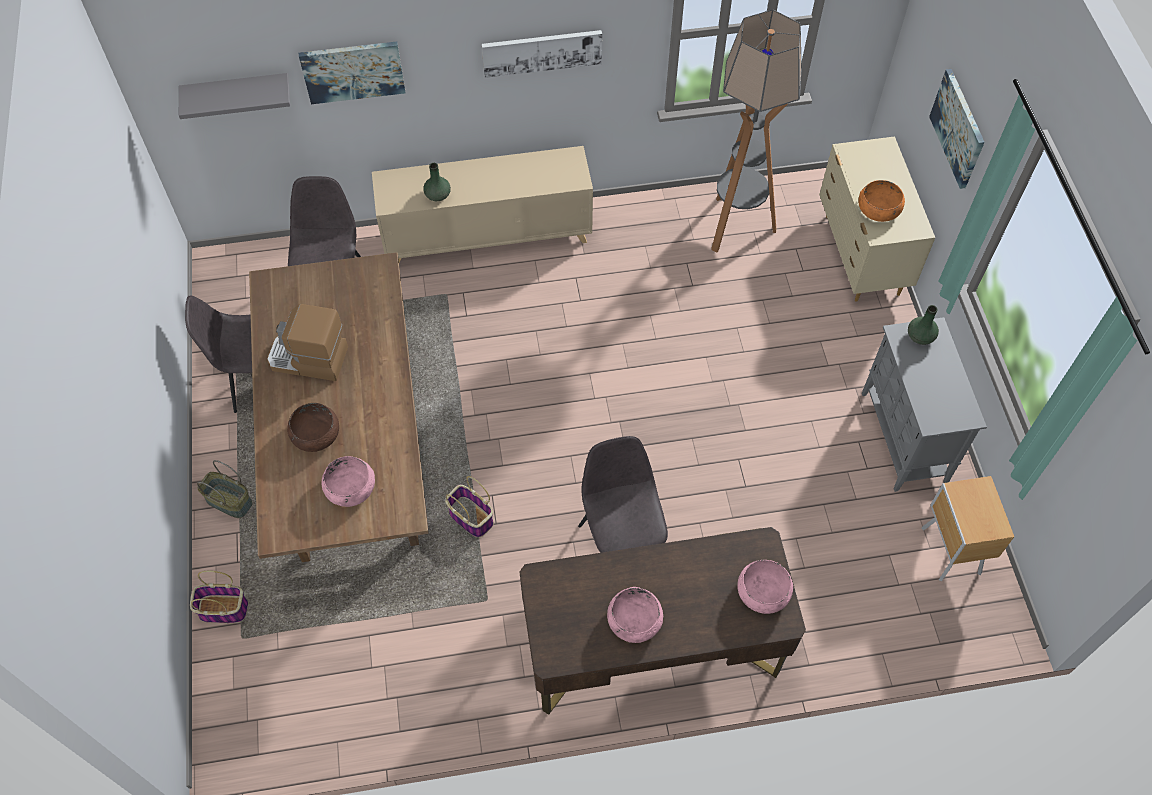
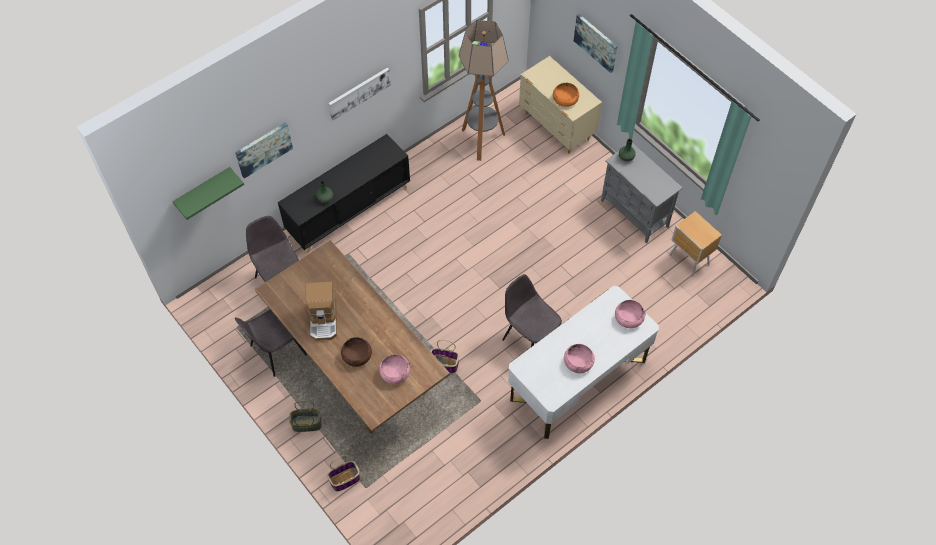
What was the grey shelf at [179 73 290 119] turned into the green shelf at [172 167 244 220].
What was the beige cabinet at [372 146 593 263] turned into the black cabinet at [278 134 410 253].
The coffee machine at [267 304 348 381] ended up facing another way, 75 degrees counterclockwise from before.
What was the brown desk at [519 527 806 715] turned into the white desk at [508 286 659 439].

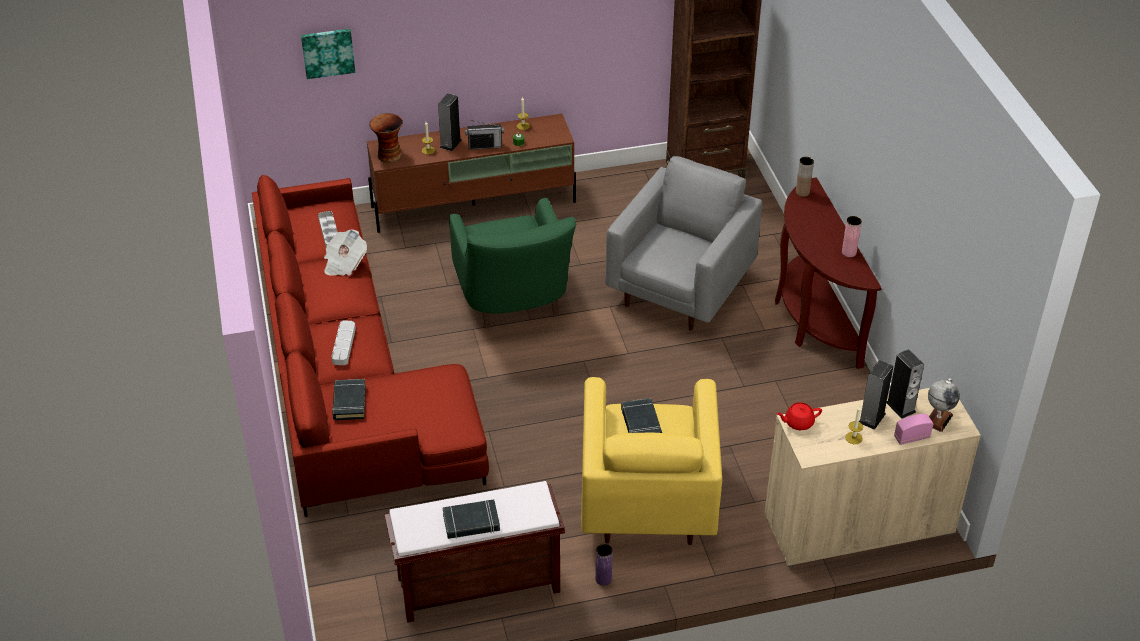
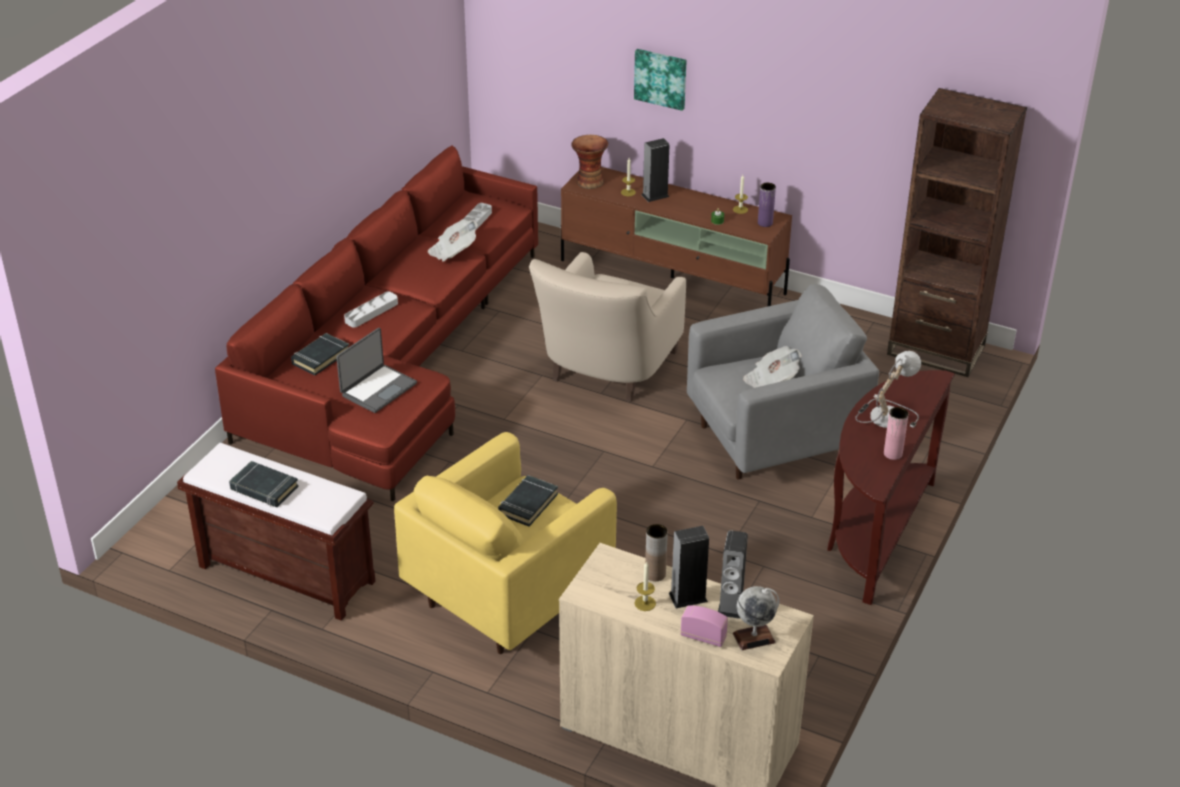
The second view gained the laptop at [336 328 417 413].
What was the green armchair at [449 198 577 329] turned into the beige armchair at [529 252 686 402].
The picture ended up elsewhere, having gone from [301 29 355 79] to [634 49 687 111].
The brown vase ended up elsewhere, having gone from [796 157 814 197] to [645 524 668 581].
The second view gained the newspaper at [743 346 802 388].
The purple vase ended up elsewhere, having gone from [595 544 613 586] to [758 183 776 227].
The second view gained the table lamp at [855 351 921 428].
The second view lost the radio at [465 120 504 150].
The second view lost the red teapot at [777 402 822 430].

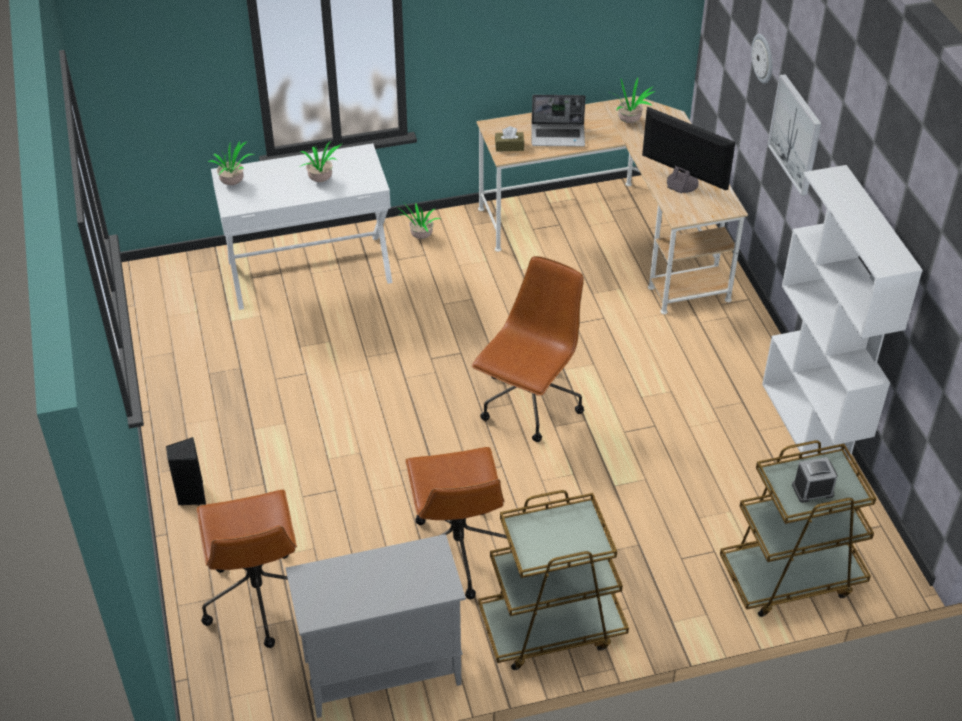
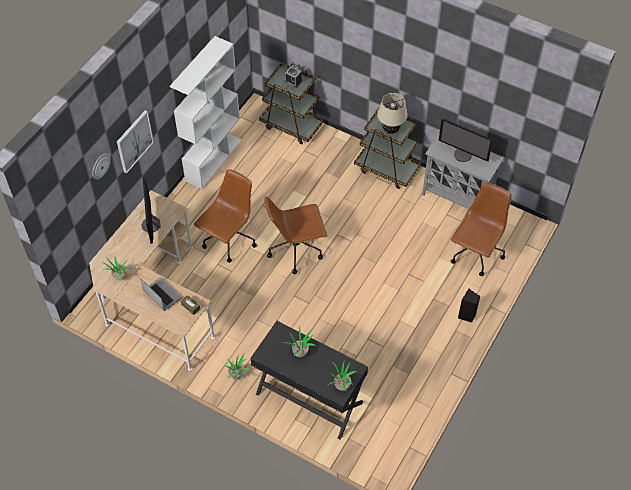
The brown office chair ended up elsewhere, having gone from [405 447 511 599] to [194 169 257 263].
What was the white desk at [211 143 393 310] turned into the black desk at [251 321 368 439].
The second view gained the beige table lamp at [377 93 408 134].
The second view gained the monitor at [438 119 493 162].

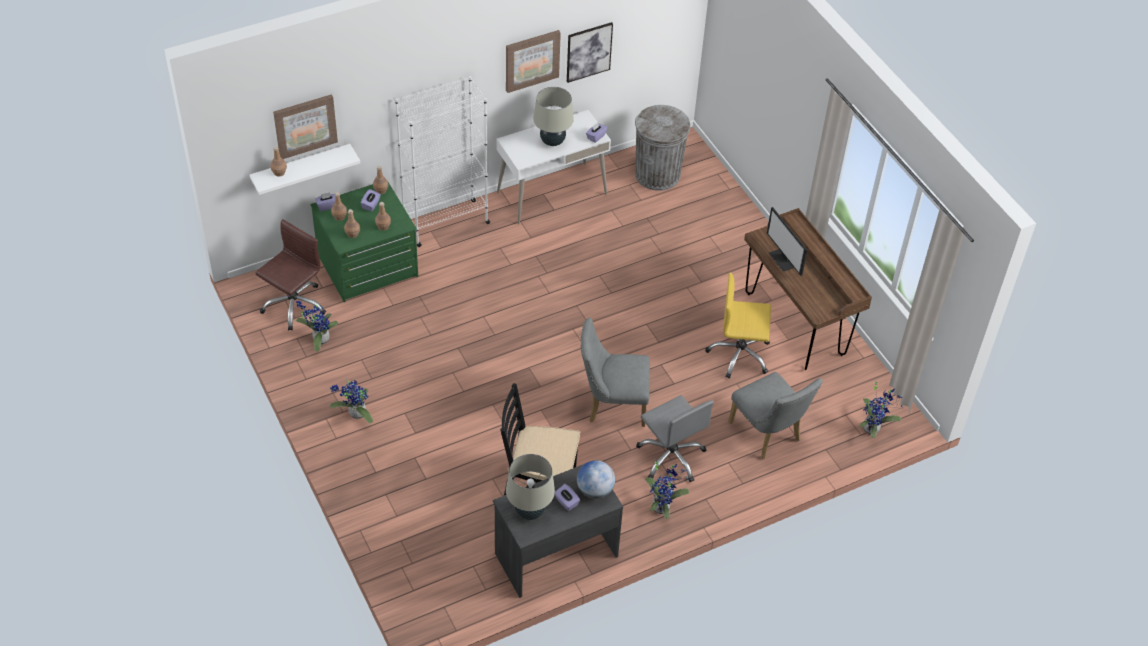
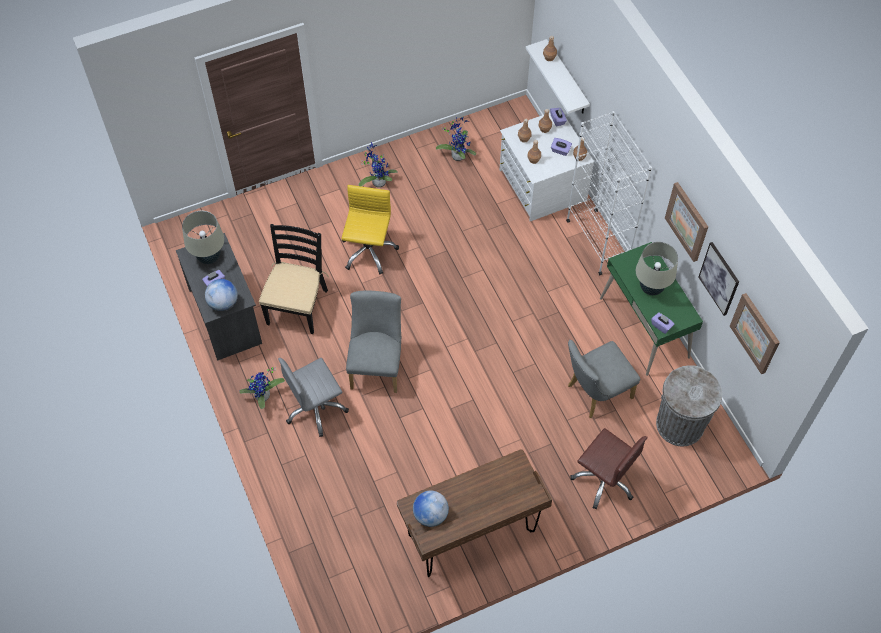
The yellow office chair ended up elsewhere, having gone from [705 273 771 379] to [341 185 399 274].
The second view gained the globe at [413 491 449 527].
What was the green dresser at [310 182 418 302] turned into the white dresser at [500 113 594 221].
The grey chair ended up elsewhere, having gone from [728 372 823 459] to [568 340 640 418].
The brown office chair ended up elsewhere, having gone from [255 219 326 331] to [570 428 648 509].
What was the white desk at [497 110 611 224] turned into the green desk at [600 242 703 376].
The picture ended up elsewhere, having gone from [273 94 338 159] to [730 293 780 374].
The second view lost the monitor at [767 207 807 276].
The second view lost the potted plant at [859 379 903 438].

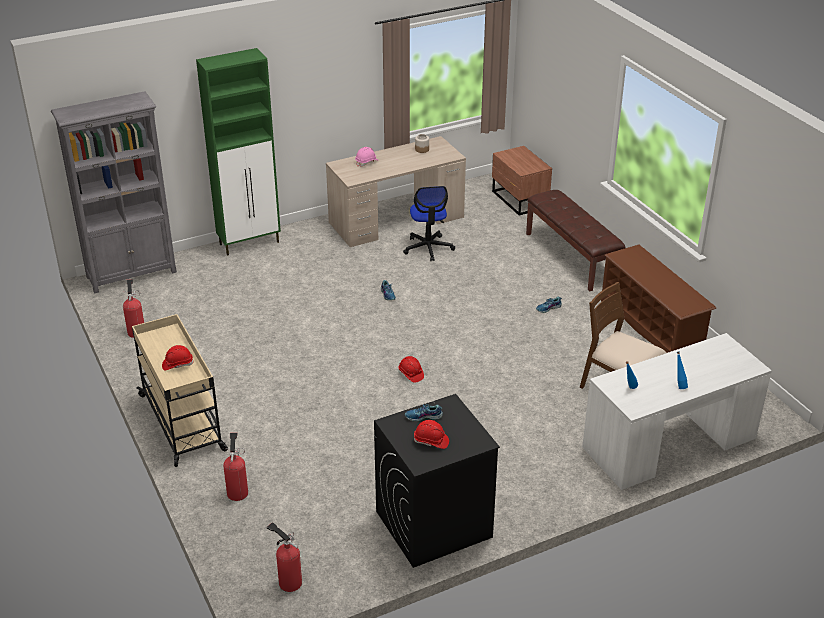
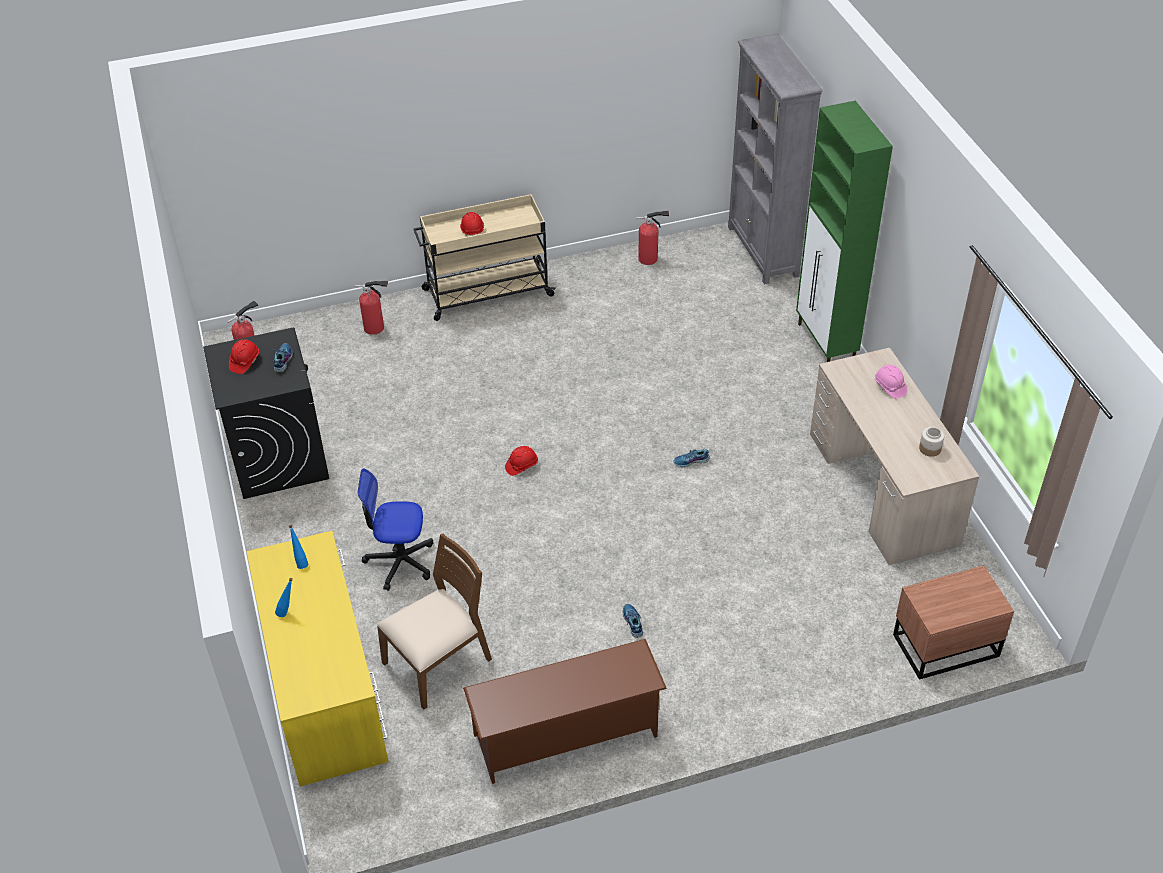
What was the white desk at [582 333 772 490] turned into the yellow desk at [247 531 388 786].
The office chair ended up elsewhere, having gone from [403 186 455 262] to [357 469 433 591].
The second view lost the brown bench at [526 190 626 292].

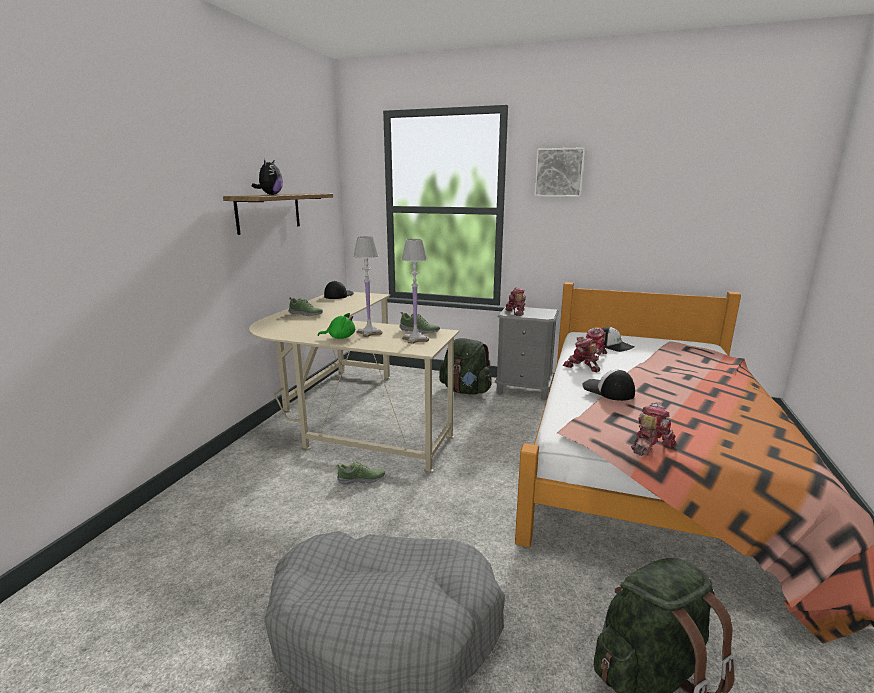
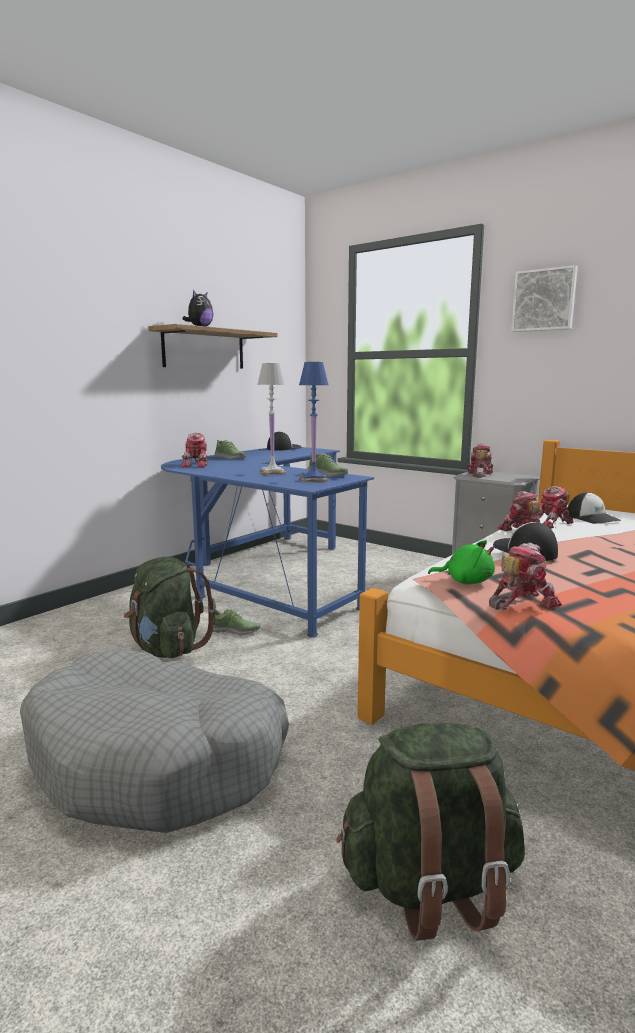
The green backpack ended up elsewhere, having gone from [439 338 492 395] to [124 556 216 658].
What was the beige desk at [249 292 459 473] turned into the blue desk at [161 447 374 637].
The second view gained the toy robot at [181 432 208 467].
What was the white table lamp at [401 239 429 344] turned into the blue table lamp at [299 362 329 482].
The green plush toy ended up elsewhere, having gone from [318 313 355 339] to [428 540 495 584].

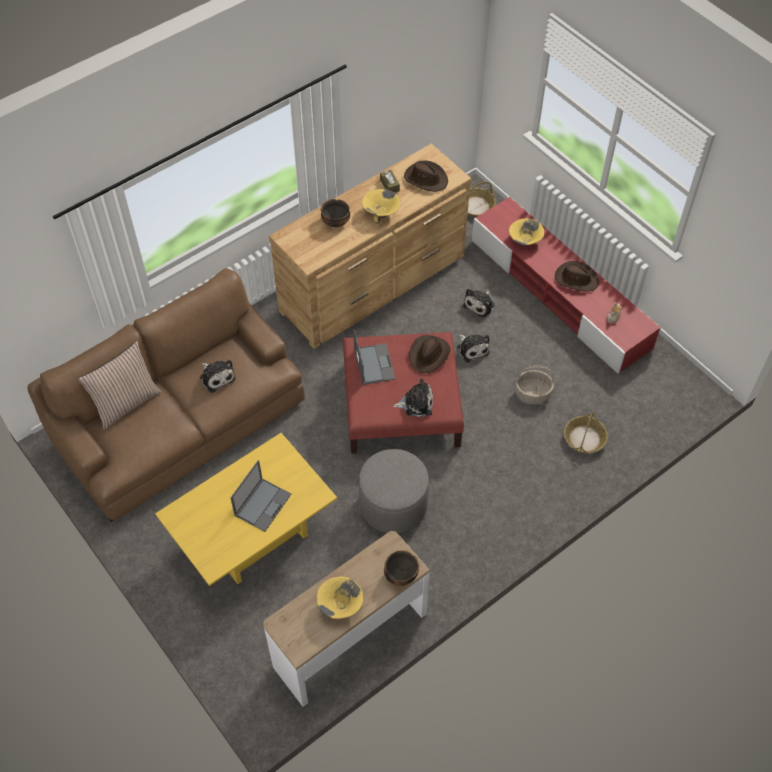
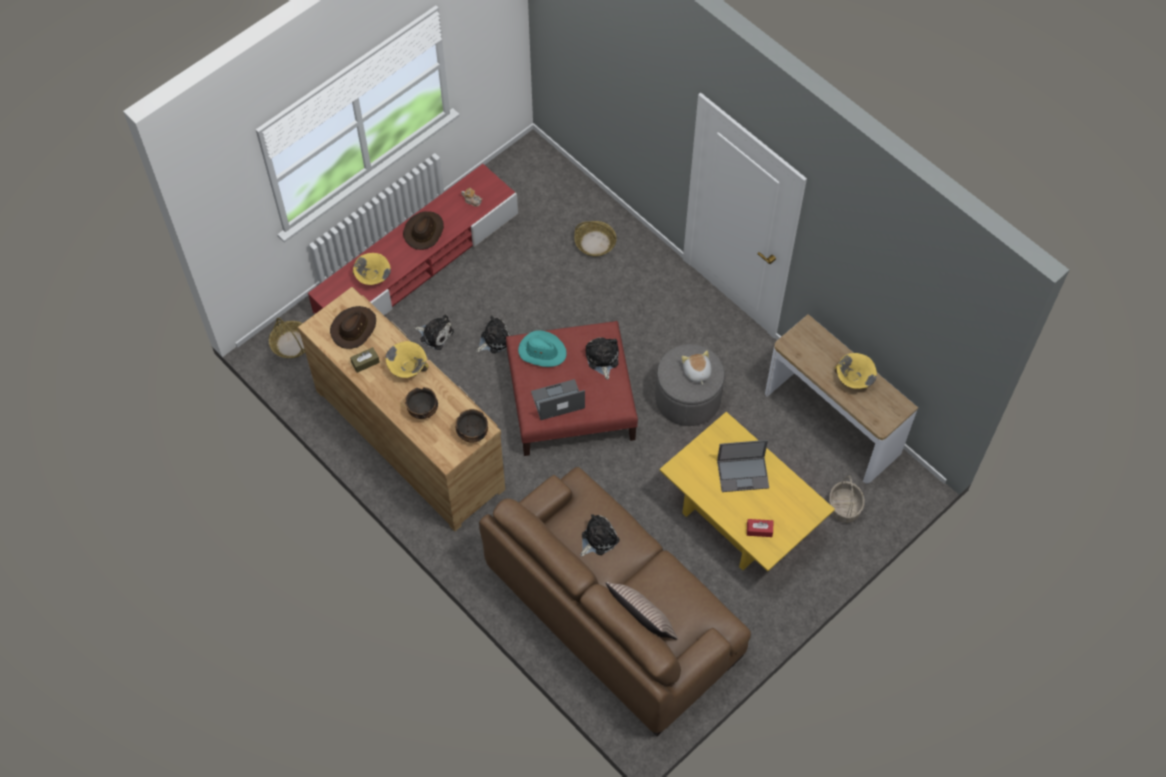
The bowl ended up elsewhere, having gone from [384 550 419 586] to [456 409 488 443].
What was the brown hat at [409 335 451 373] turned into the turquoise hat at [518 330 567 367].
The second view gained the plush toy at [682 350 712 385].
The laptop at [230 460 291 532] ended up facing another way, 150 degrees clockwise from before.
The second view gained the red tissue box at [747 519 773 537].
The basket ended up elsewhere, having gone from [516 365 554 404] to [829 475 865 523].

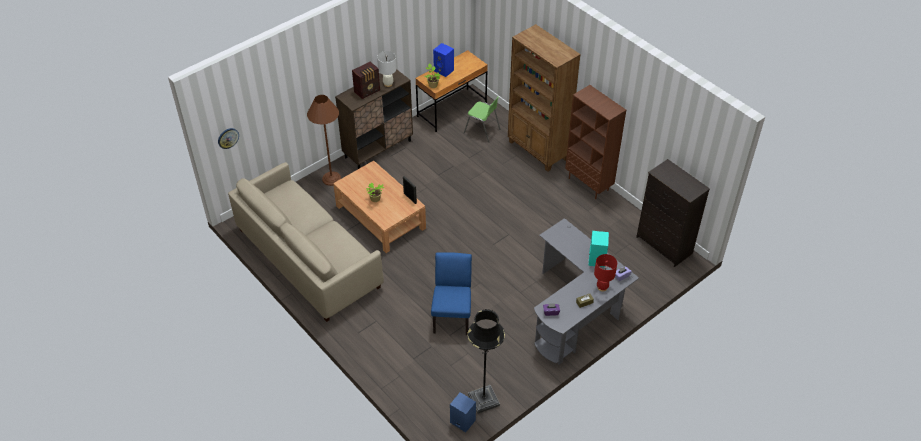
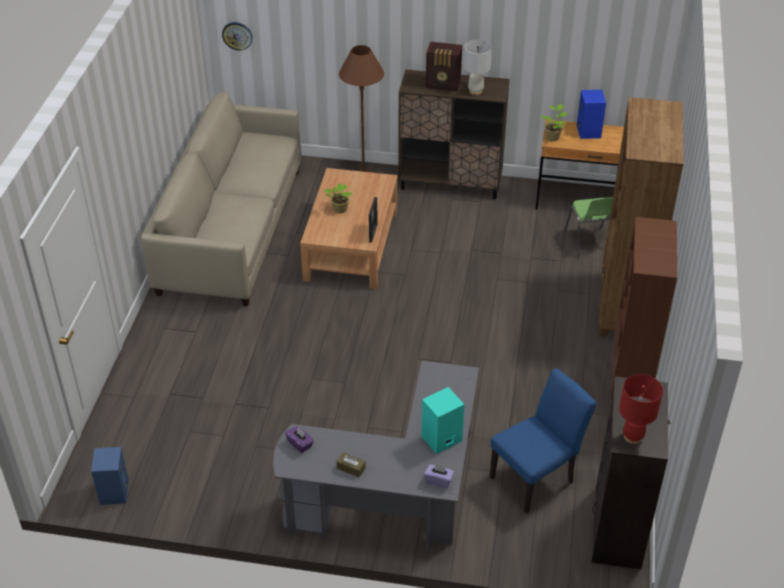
The blue chair ended up elsewhere, having gone from [431 252 472 335] to [490 368 597 514].
The red table lamp ended up elsewhere, having gone from [594 254 617 292] to [619 374 663 444].
The second view lost the black floor lamp at [467 309 505 414].

